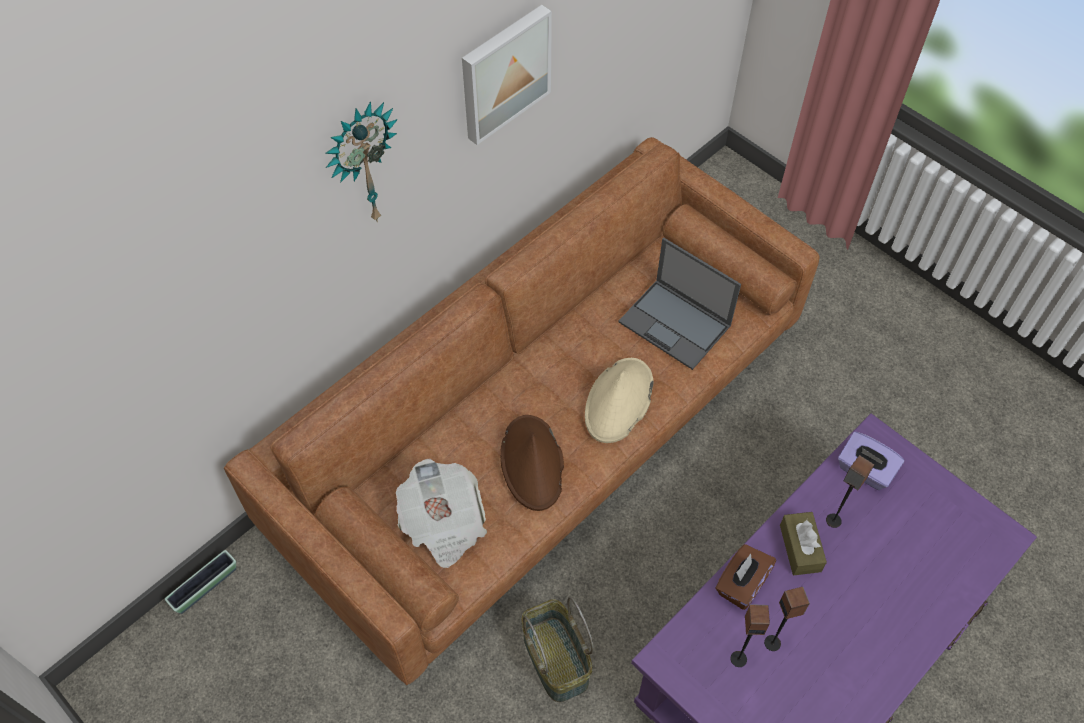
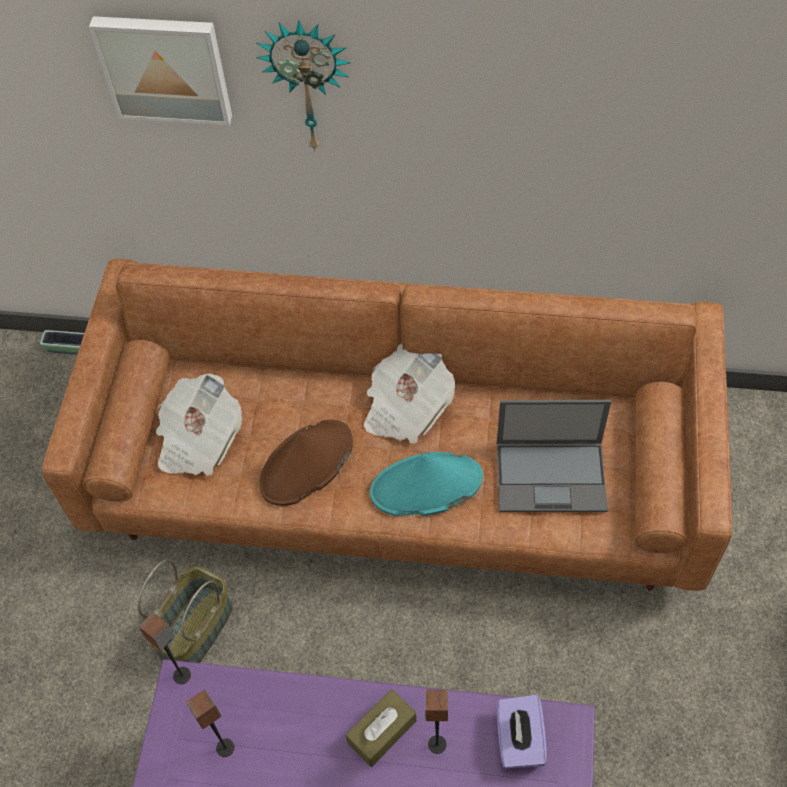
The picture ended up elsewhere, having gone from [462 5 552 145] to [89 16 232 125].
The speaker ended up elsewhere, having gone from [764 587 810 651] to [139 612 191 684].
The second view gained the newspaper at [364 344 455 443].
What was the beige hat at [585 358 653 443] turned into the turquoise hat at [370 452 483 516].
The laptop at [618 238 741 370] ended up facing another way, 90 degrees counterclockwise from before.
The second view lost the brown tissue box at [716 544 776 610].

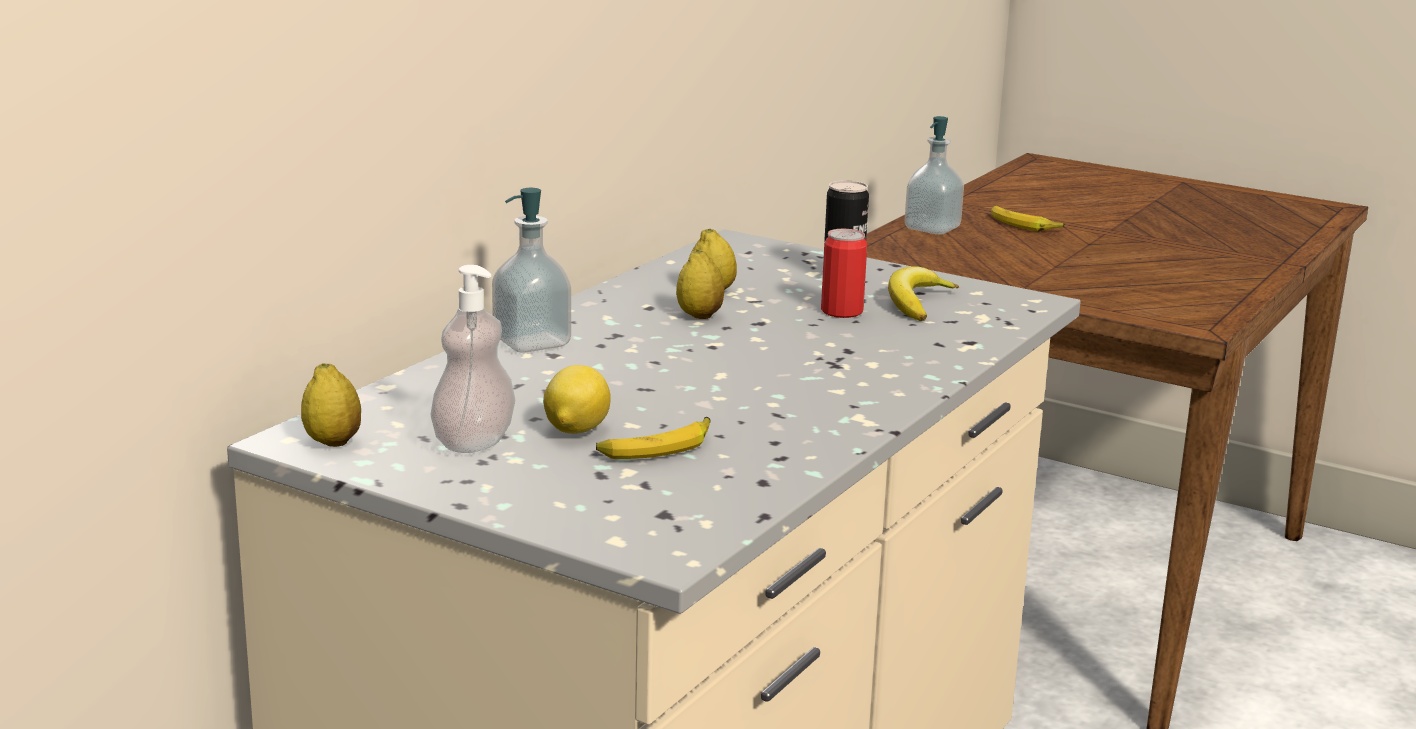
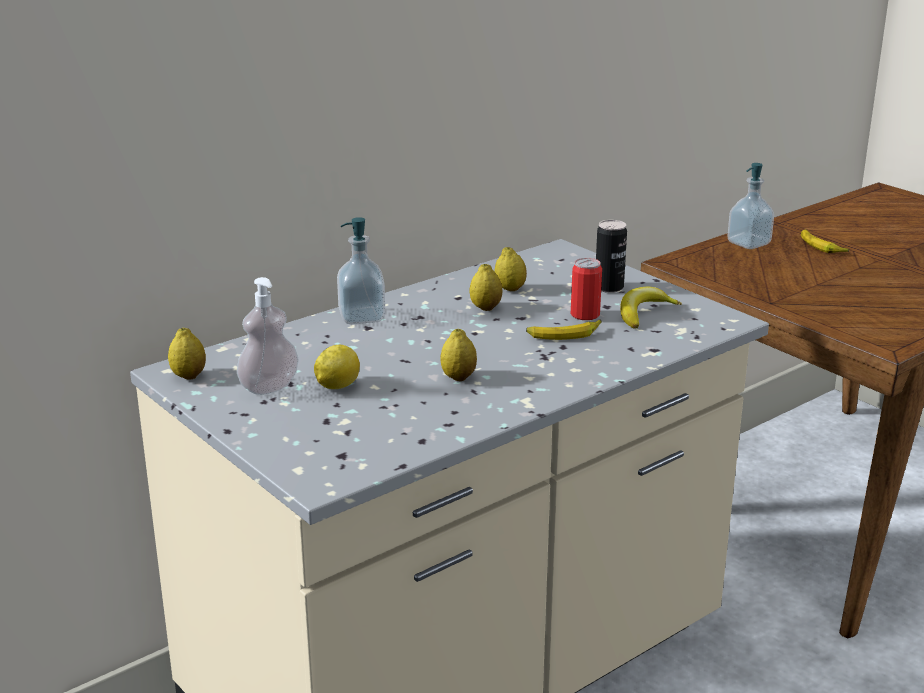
The second view gained the lemon at [440 329 477 381].
The banana ended up elsewhere, having gone from [596 417 711 459] to [526 319 602 340].

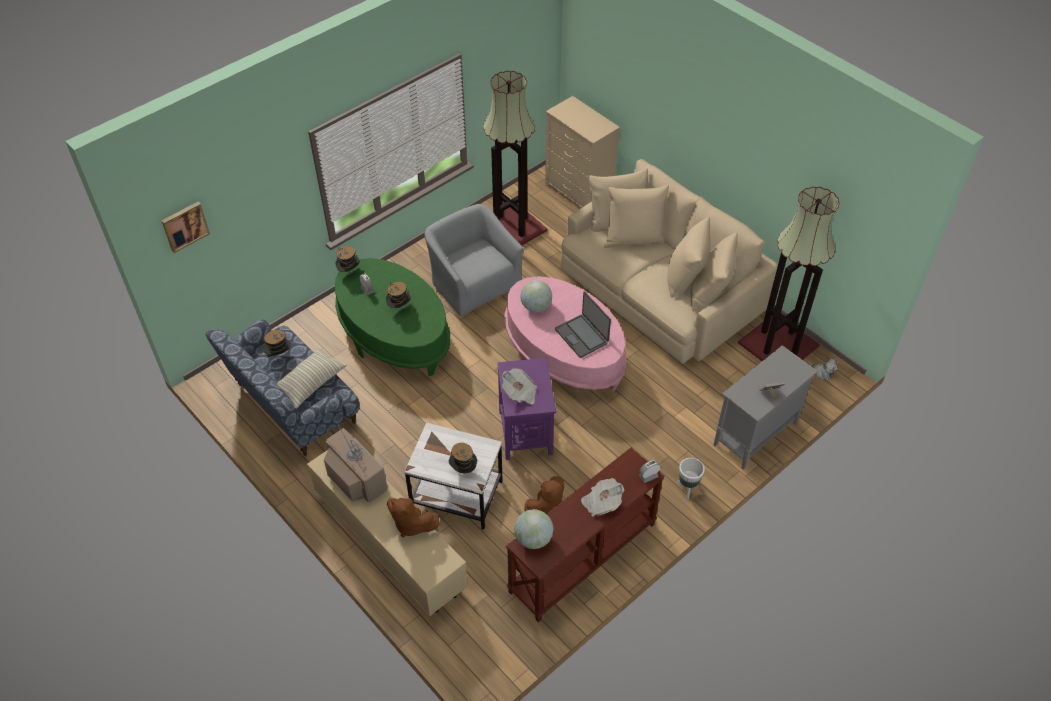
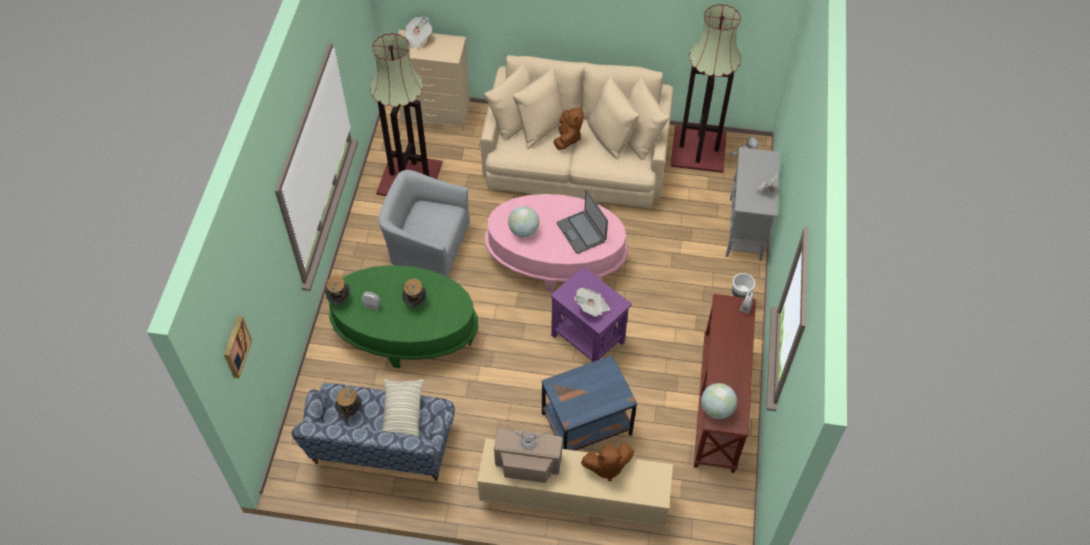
The newspaper ended up elsewhere, having gone from [581 478 624 517] to [404 17 432 48].
What was the white side table at [404 423 503 529] turned into the blue side table at [542 355 637 451].
The brown plush toy ended up elsewhere, having gone from [525 476 564 514] to [553 106 584 150].
The laptop at [555 291 611 358] ended up facing another way, 45 degrees clockwise from before.
The second view lost the hat at [449 443 477 473].

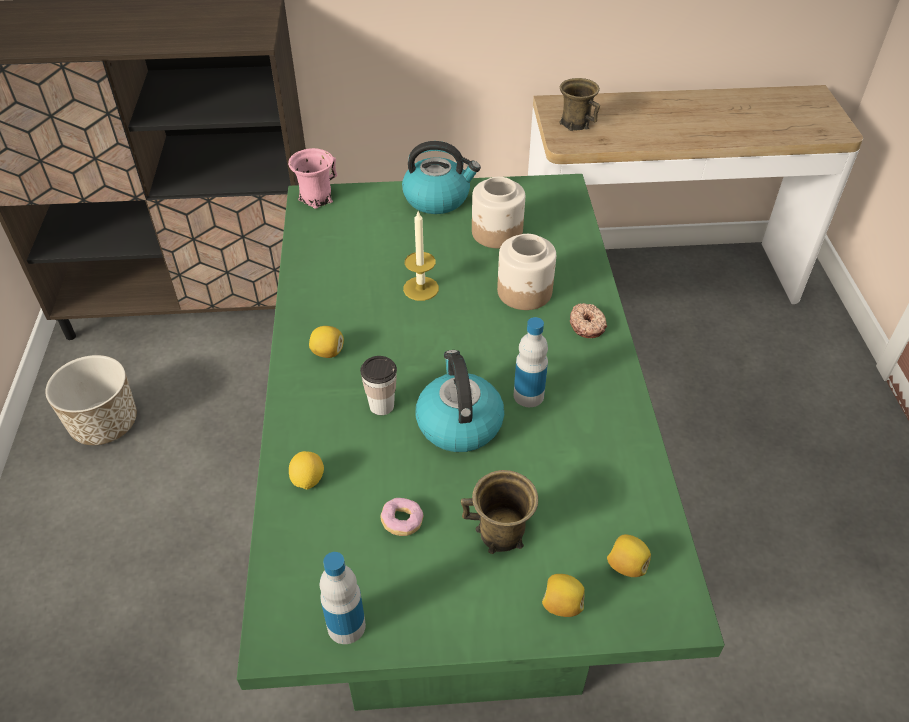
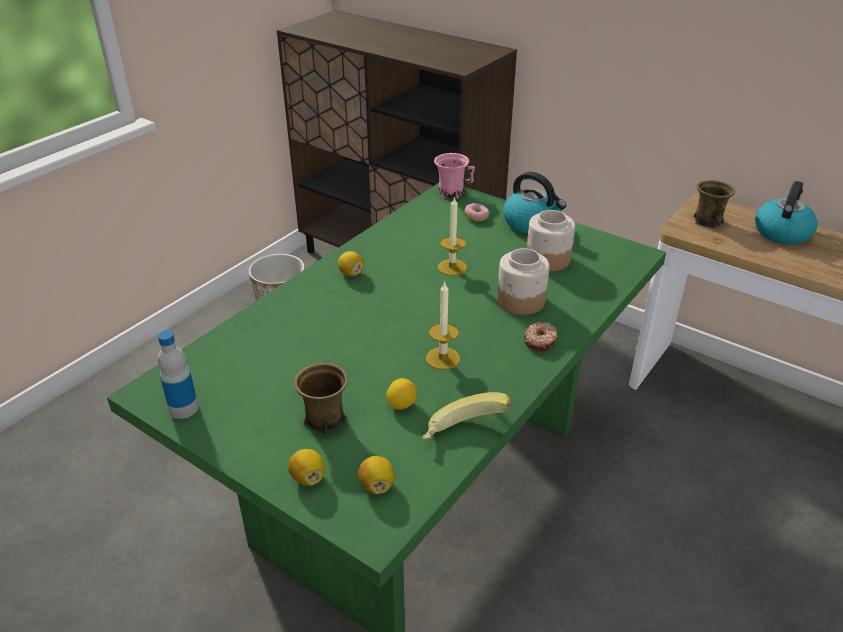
The lemon ended up elsewhere, having gone from [289 451 324 489] to [386 378 417 409].
The second view gained the banana at [422 392 512 440].
Where the bottle stood at [513 317 548 407], the candle came to stand at [426 281 460 370].
The donut ended up elsewhere, having gone from [381 498 423 536] to [464 203 489 221].
The kettle ended up elsewhere, having gone from [416 350 504 452] to [755 181 817 245].
The second view lost the cup at [360 356 397 415].

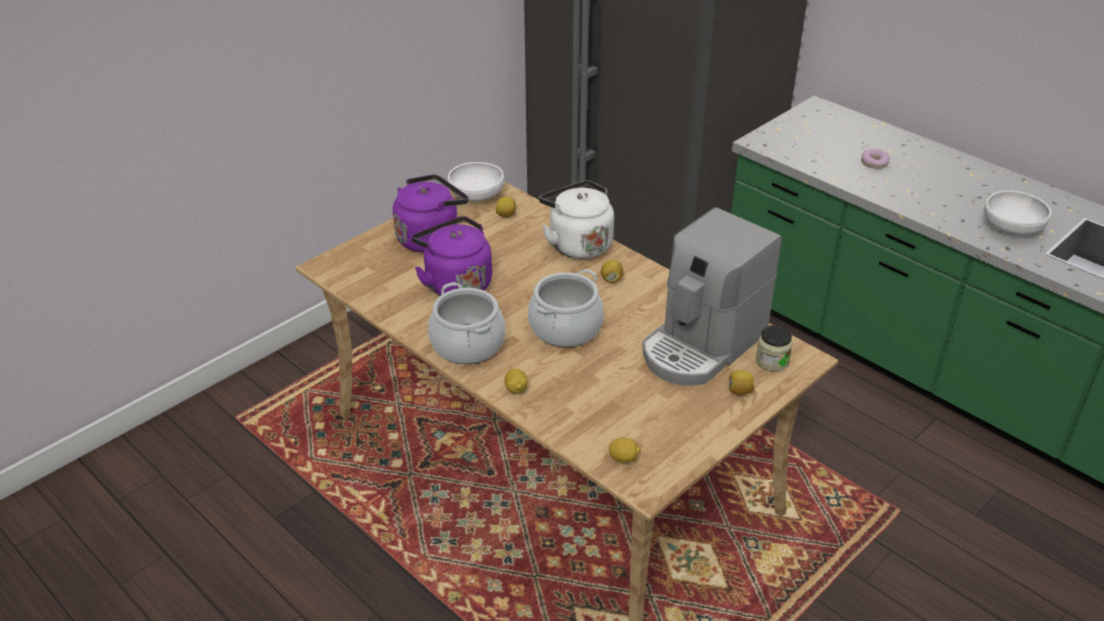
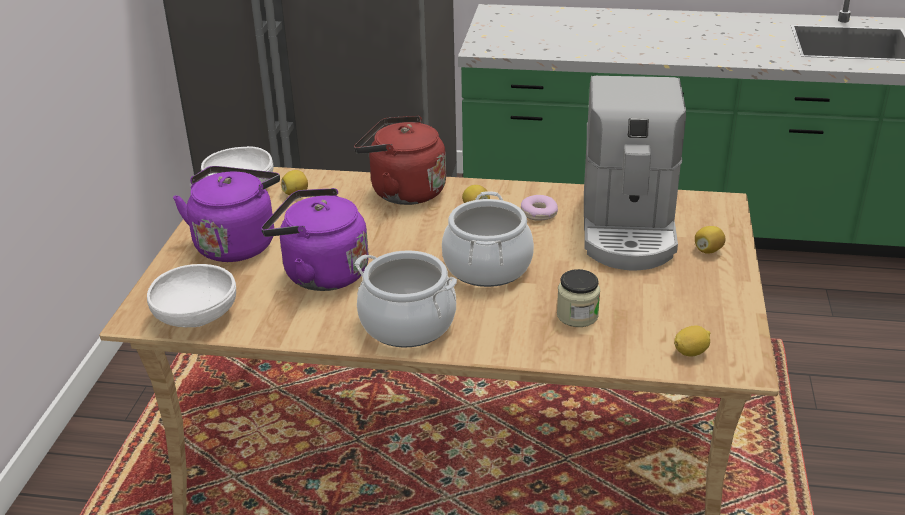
The white bowl ended up elsewhere, having gone from [984 190 1052 236] to [147 264 236 327].
What was the white kettle at [539 180 614 259] turned into the red kettle at [354 116 446 205].
The donut ended up elsewhere, having gone from [861 149 890 169] to [521 195 558 220].
The jar ended up elsewhere, having gone from [756 325 793 371] to [557 269 600 327].
The second view lost the lemon at [504 368 528 394].

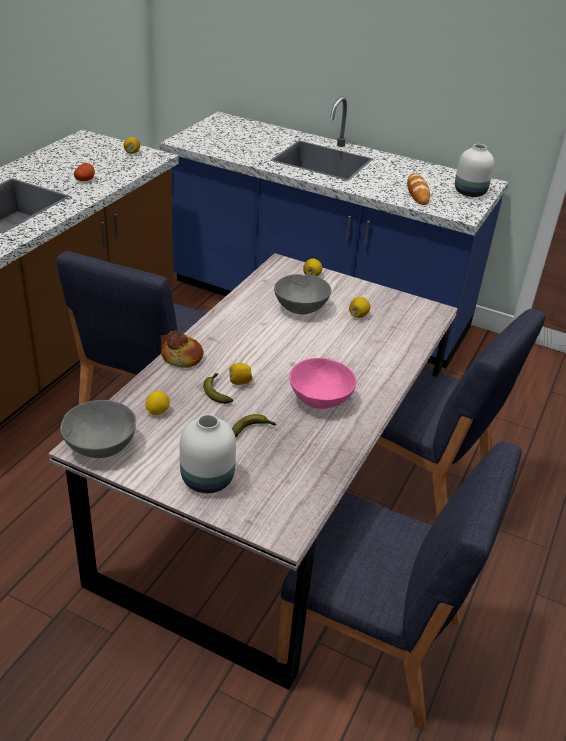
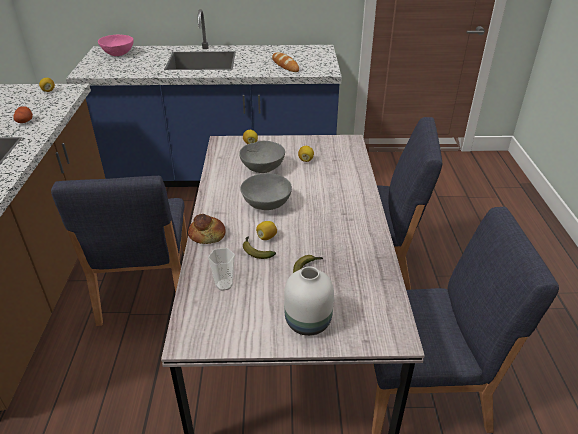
The pink bowl ended up elsewhere, having gone from [289 358 356 409] to [98 35 134 56].
Where the lemon stood at [145 391 170 415], the cup came to stand at [208 248 235 291].
The grey bowl ended up elsewhere, having gone from [60 400 136 458] to [240 173 292 210].
The second view lost the white vase at [455 144 494 197].

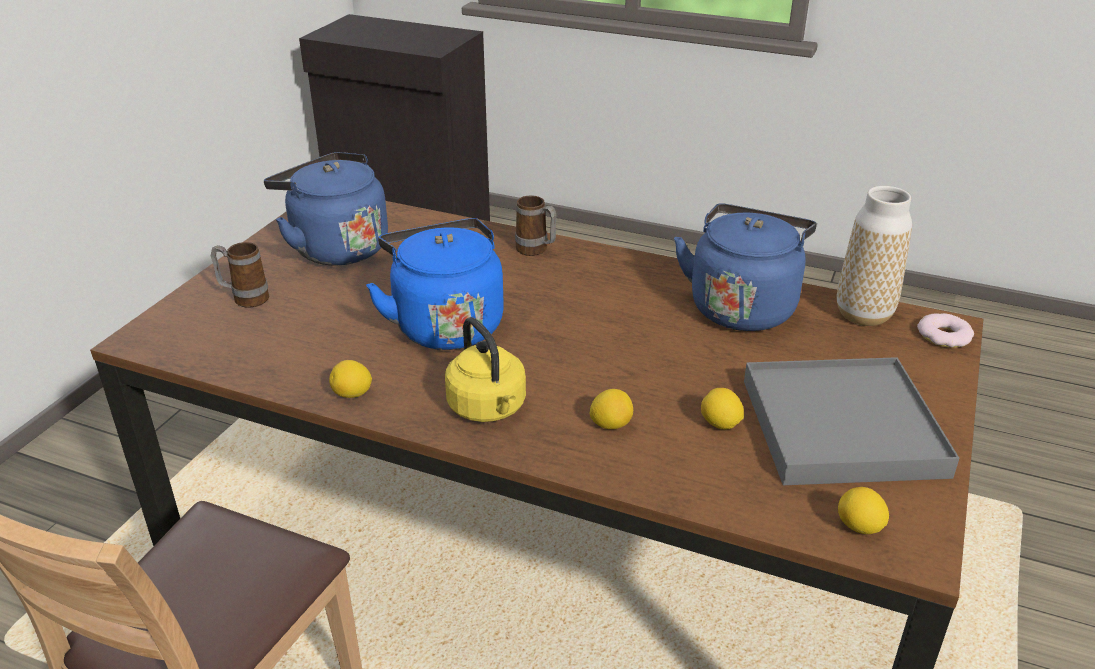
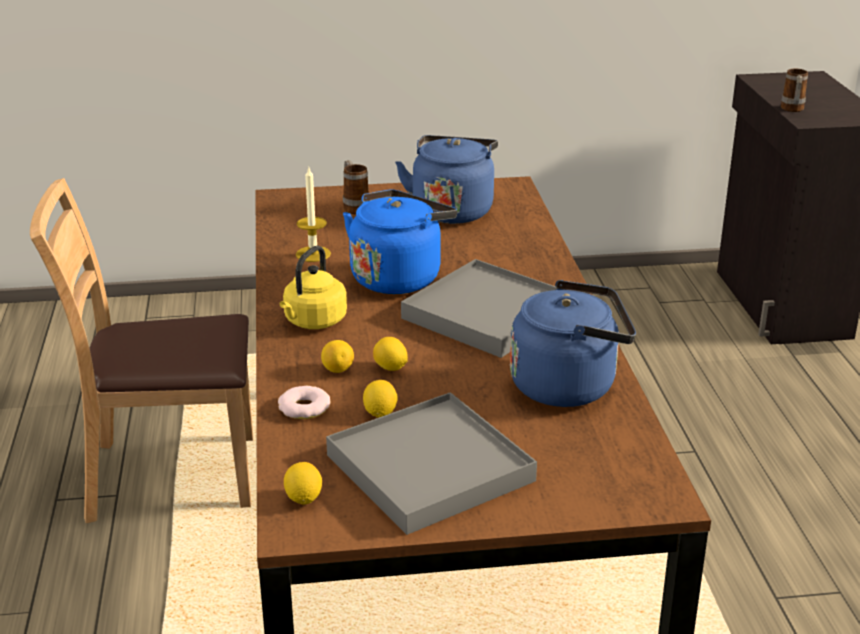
The donut ended up elsewhere, having gone from [917 313 974 348] to [278 386 331 419].
The second view gained the candle at [296 168 331 262].
The lemon ended up elsewhere, having gone from [329 360 372 398] to [373 337 408 371].
The second view gained the grey tray at [401 259 557 358].
The mug ended up elsewhere, having gone from [515 195 557 256] to [781 69 808 112].
The second view lost the vase at [837 186 912 326].

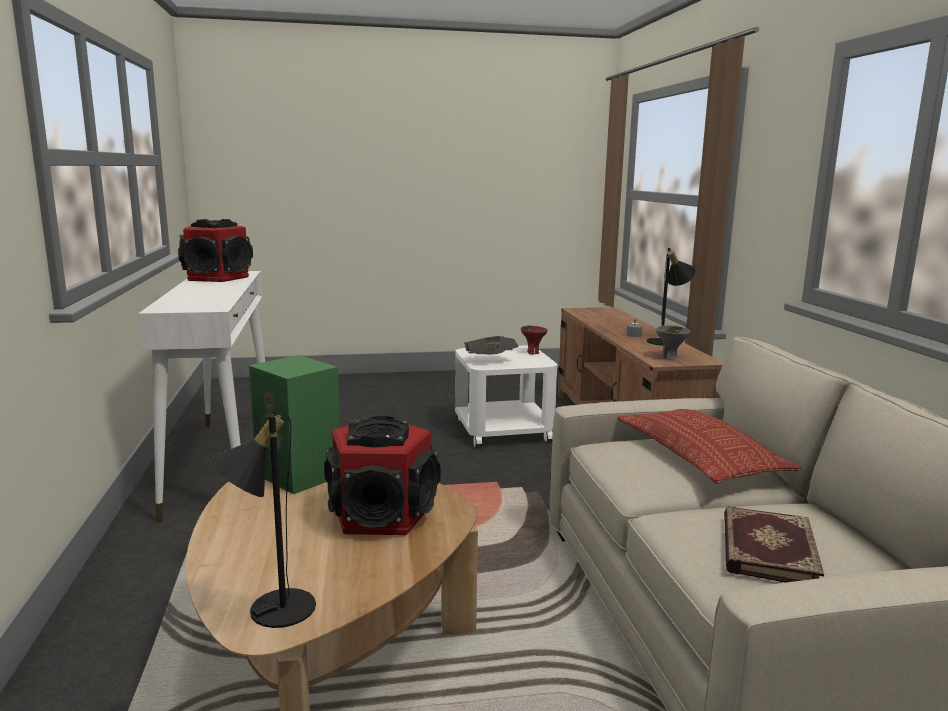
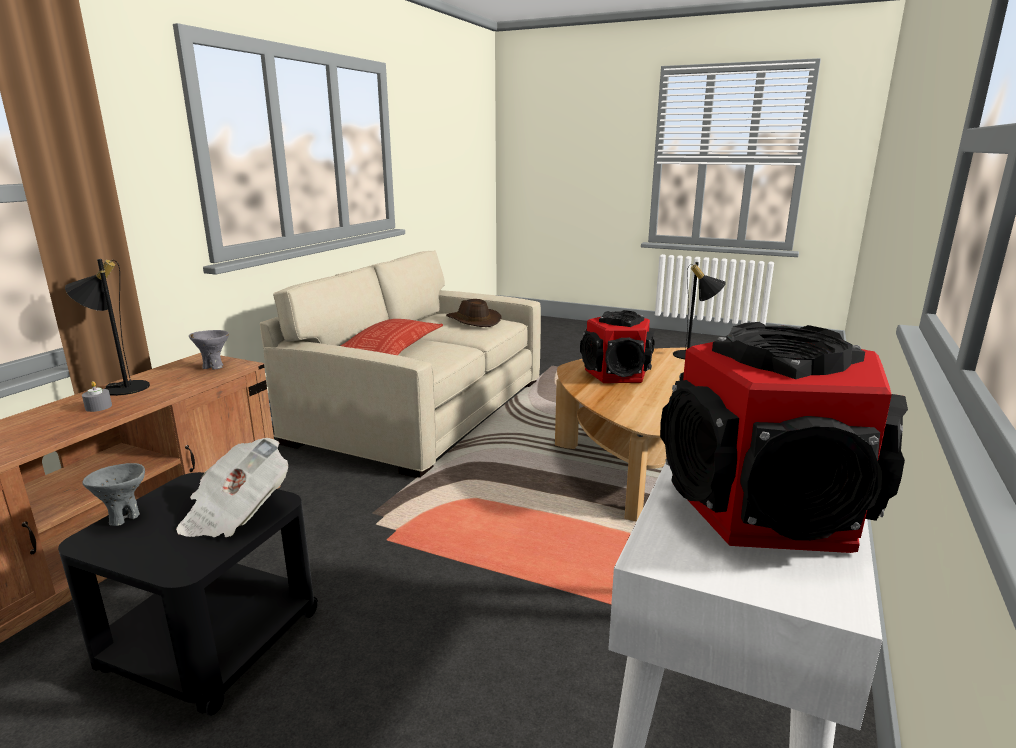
What was the white side table at [455 346 557 448] turned into the black side table at [58 472 318 716].
What was the red bowl at [521 326 548 355] turned into the grey bowl at [82 463 145 526].
Where the book stood at [724 506 824 583], the brown hat came to stand at [446 299 502 327].
The second view lost the green speaker at [249 355 340 495].

